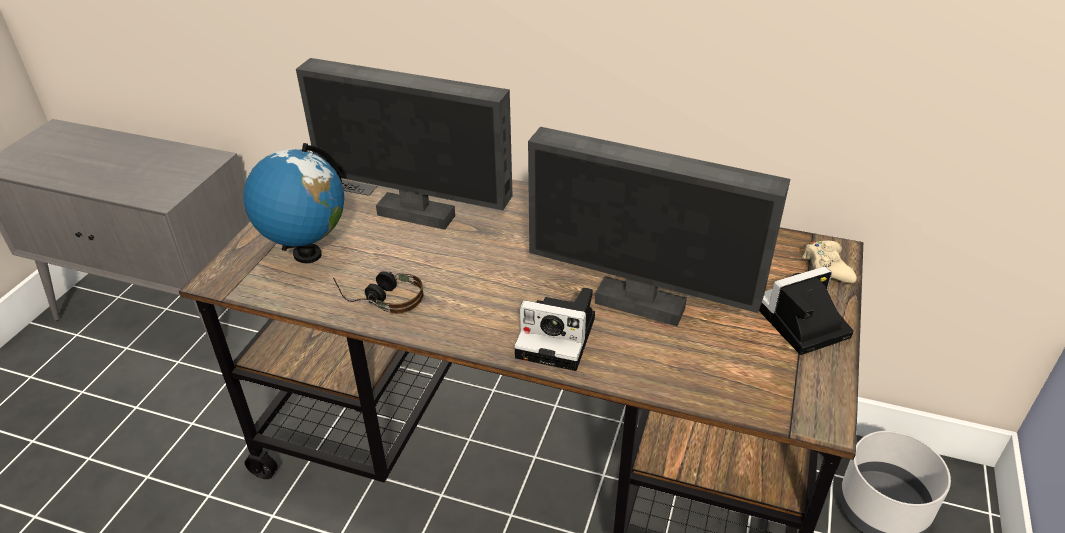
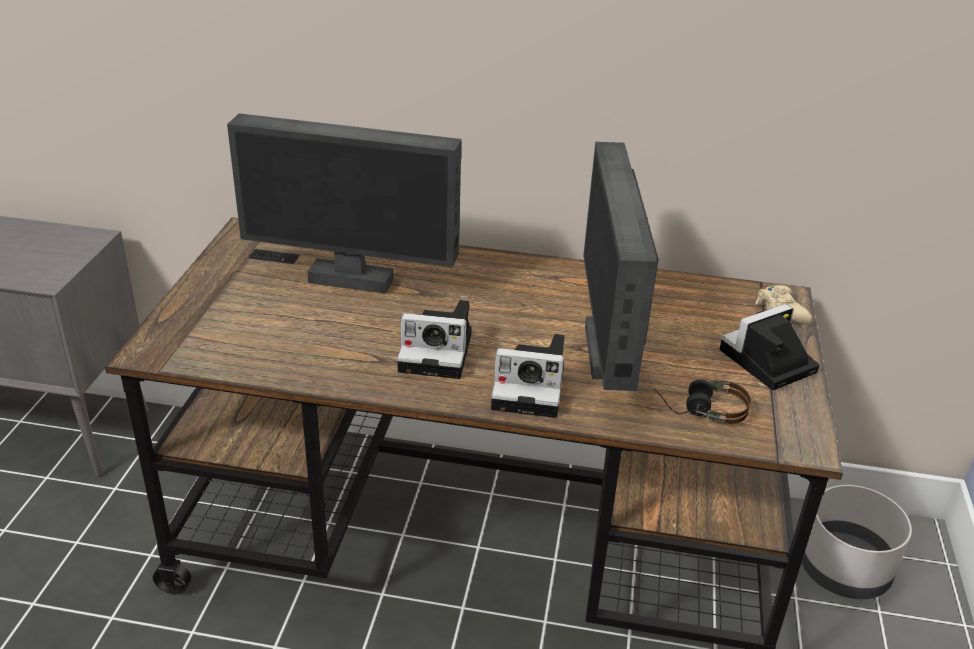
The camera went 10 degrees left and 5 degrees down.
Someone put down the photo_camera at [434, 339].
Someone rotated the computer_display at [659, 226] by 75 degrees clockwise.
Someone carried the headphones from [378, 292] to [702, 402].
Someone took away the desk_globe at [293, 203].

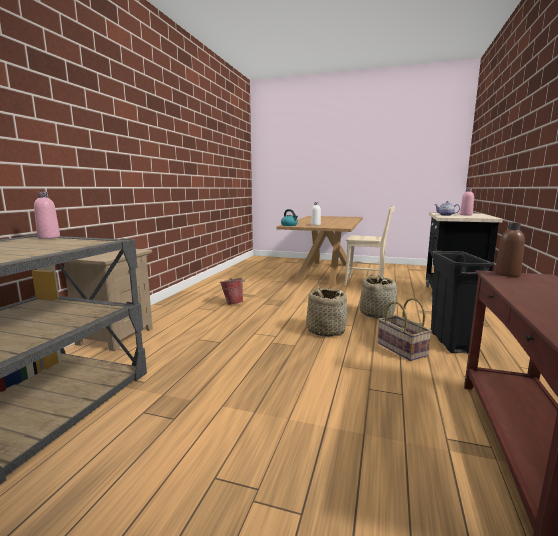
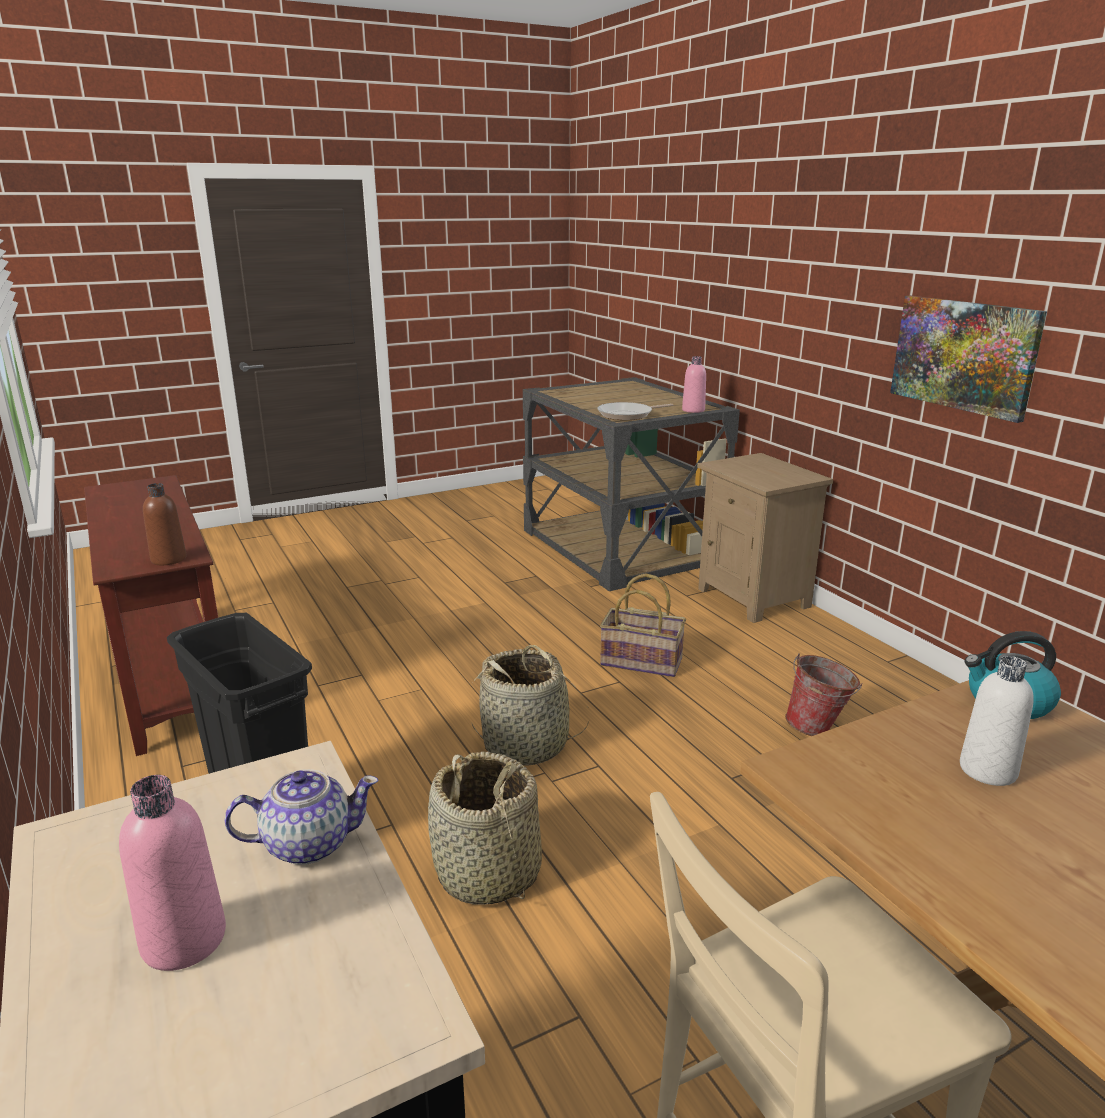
The camera went 135 degrees right and 10 degrees up.
Someone put down the pan at [635, 411].
Someone carried the storage_basket from [405, 329] to [643, 625].
Someone put up the picture at [968, 359].

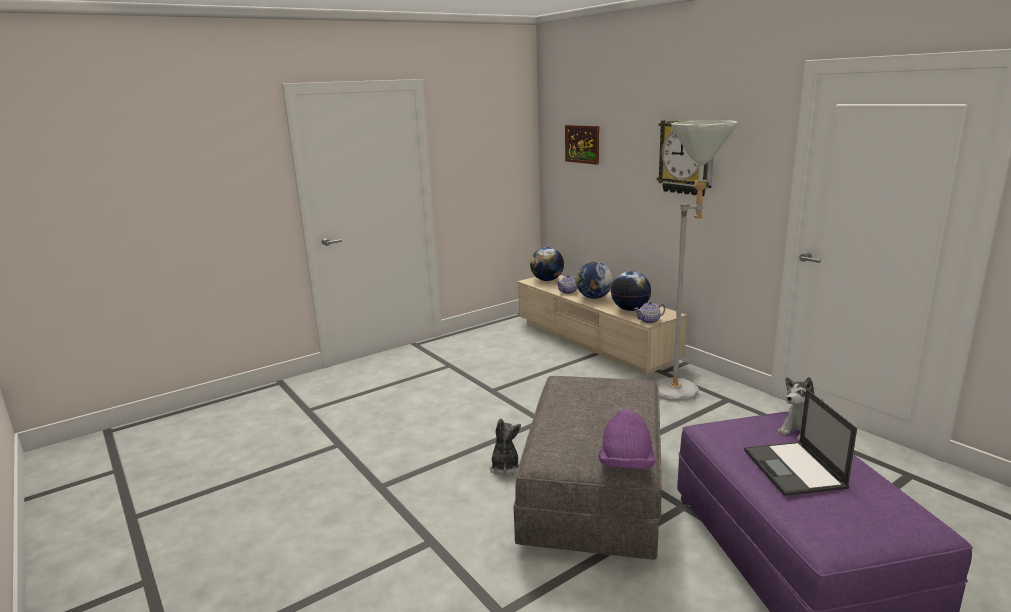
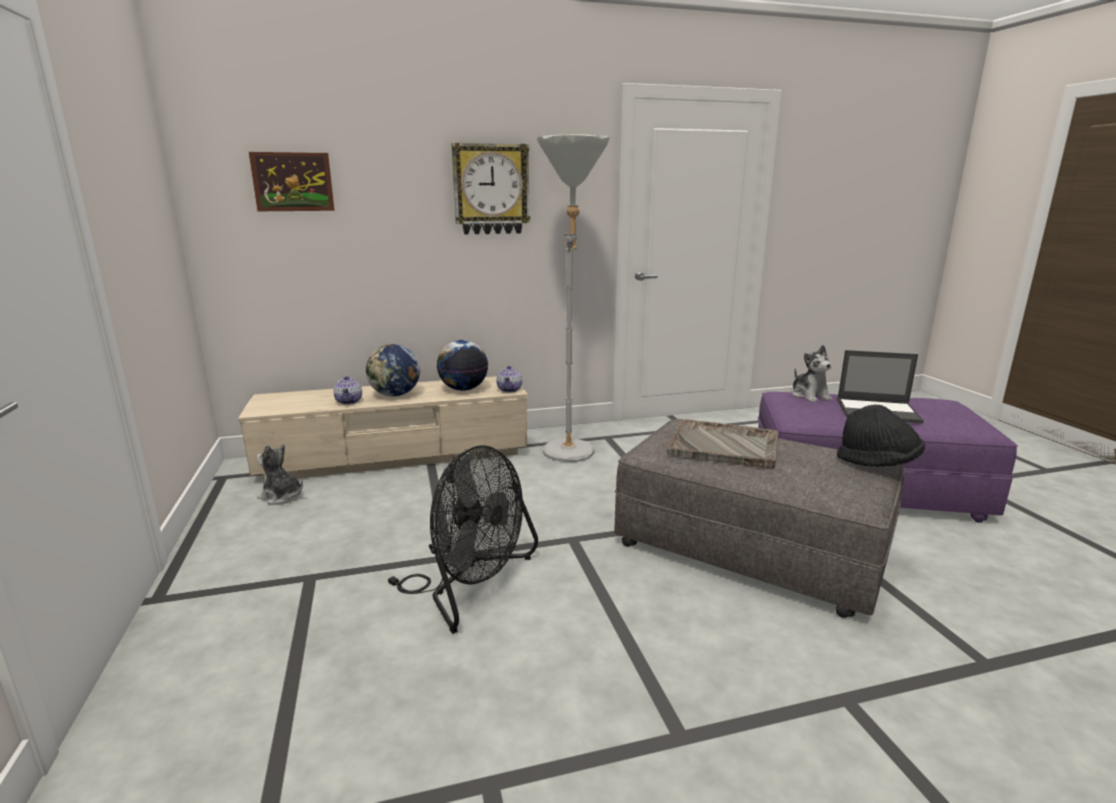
The camera went 70 degrees left and 0 degrees up.
Someone carried the soft_toy from [505, 446] to [279, 474].
Someone put down the black-coloured_cooling_fan at [463, 539].
Someone put down the gray_serving_tray at [723, 443].
Someone repainted the purplish_clothing_hat at [627, 439], which became the black-coloured_clothing_hat at [881, 435].
Someone took away the desk_globe at [547, 264].

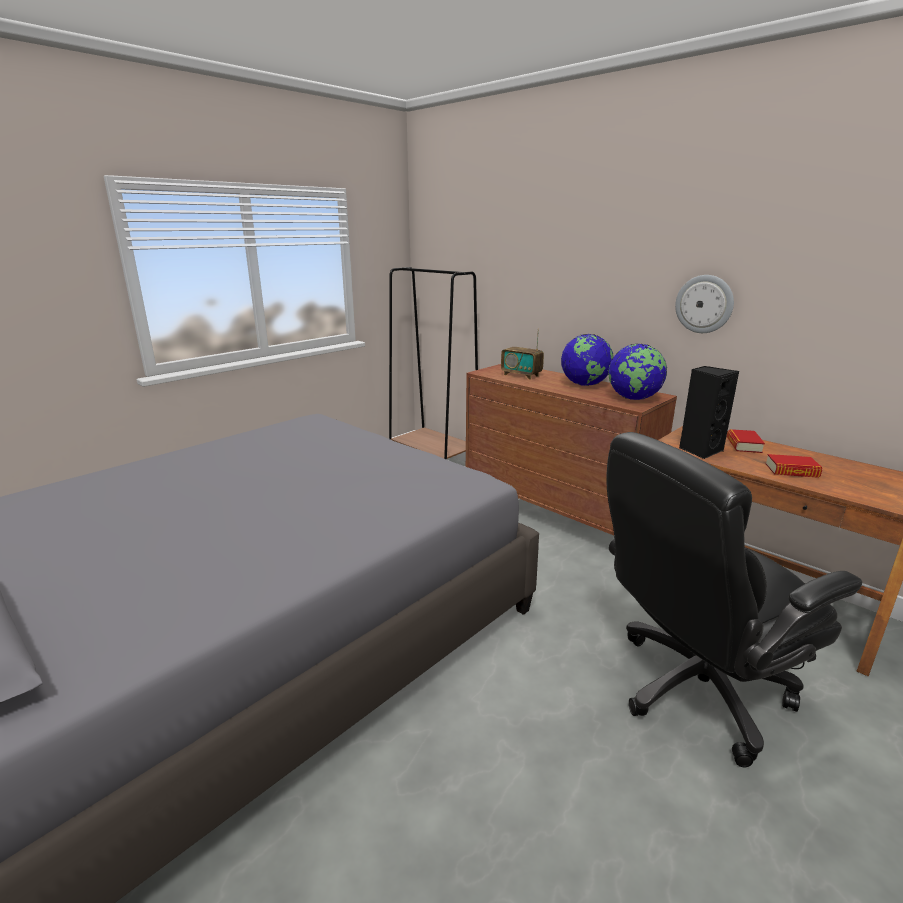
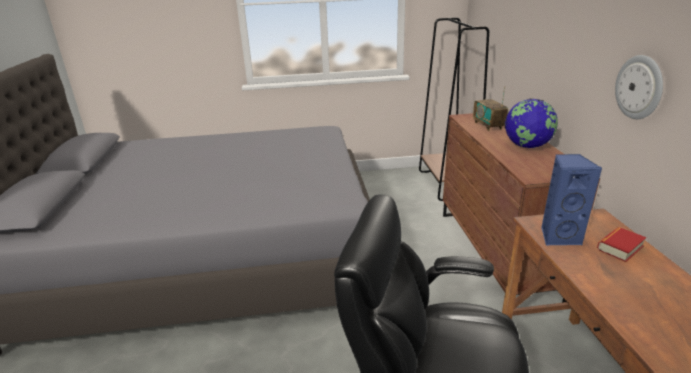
The camera went 40 degrees right and 5 degrees up.
Someone repainted the black-coloured_loudspeaker at [709, 412], which became the blue_loudspeaker at [571, 200].
Someone took away the desk_globe at [637, 372].
Someone took away the bound_book at [794, 466].

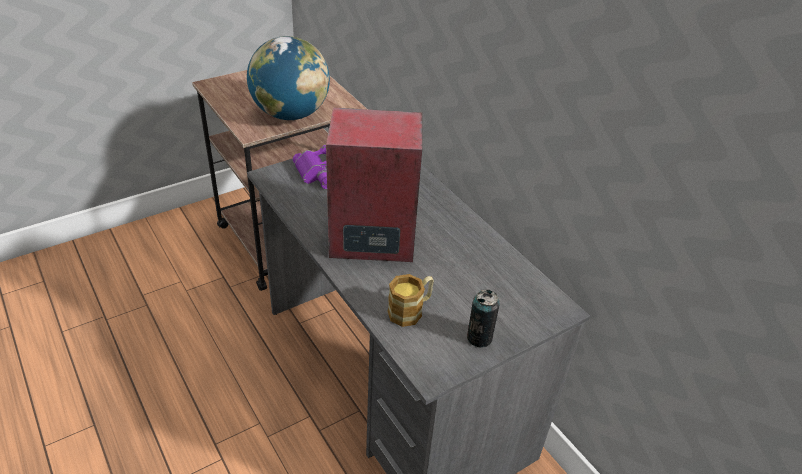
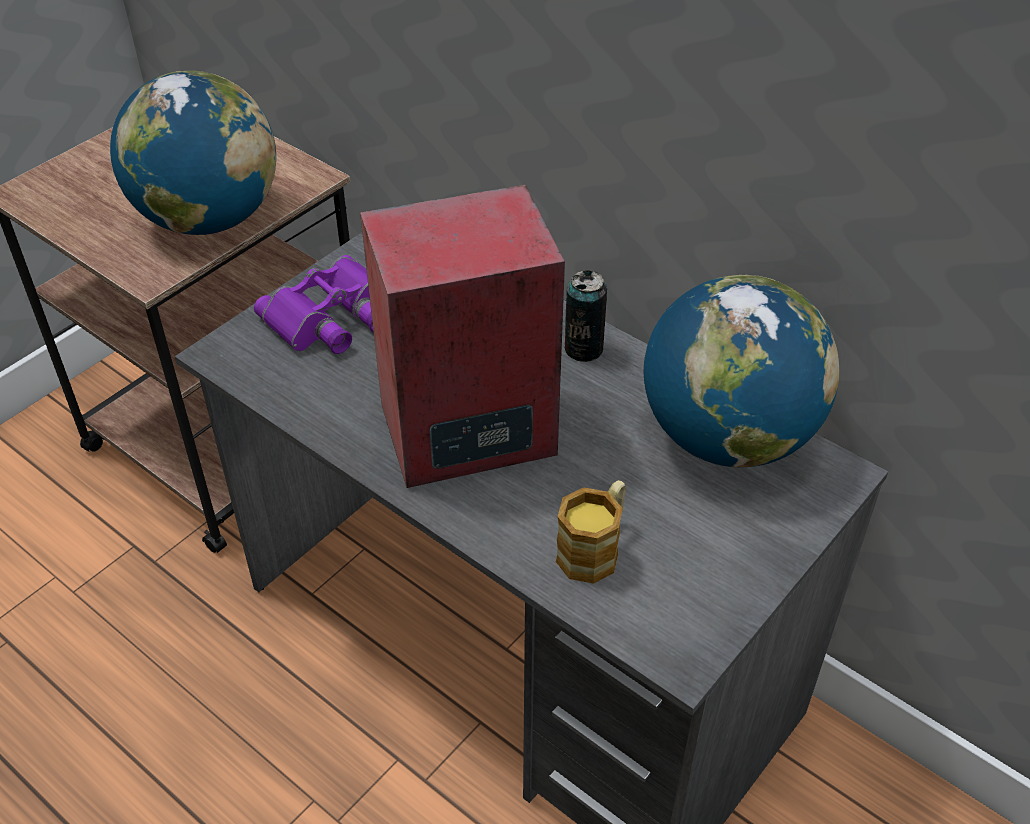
The camera went 15 degrees left and 5 degrees up.
Someone carried the can from [483, 319] to [586, 316].
Someone put down the desk_globe at [741, 371].

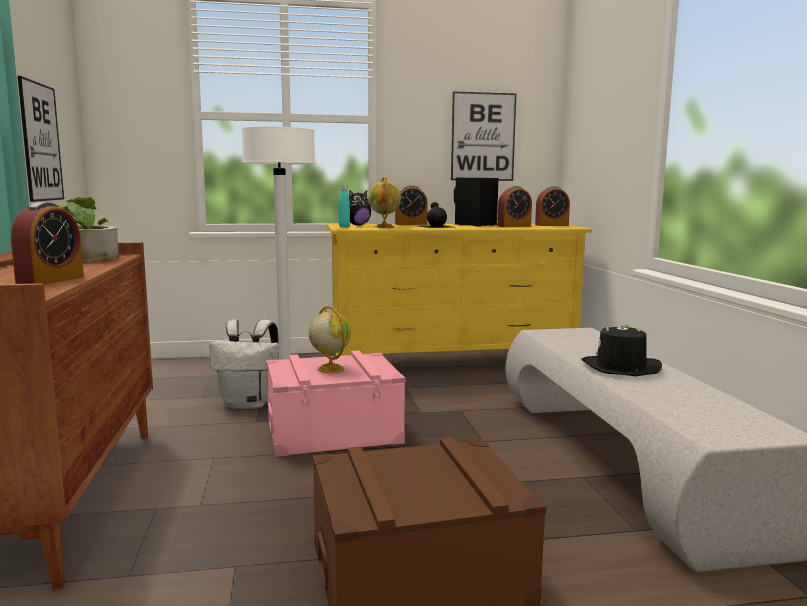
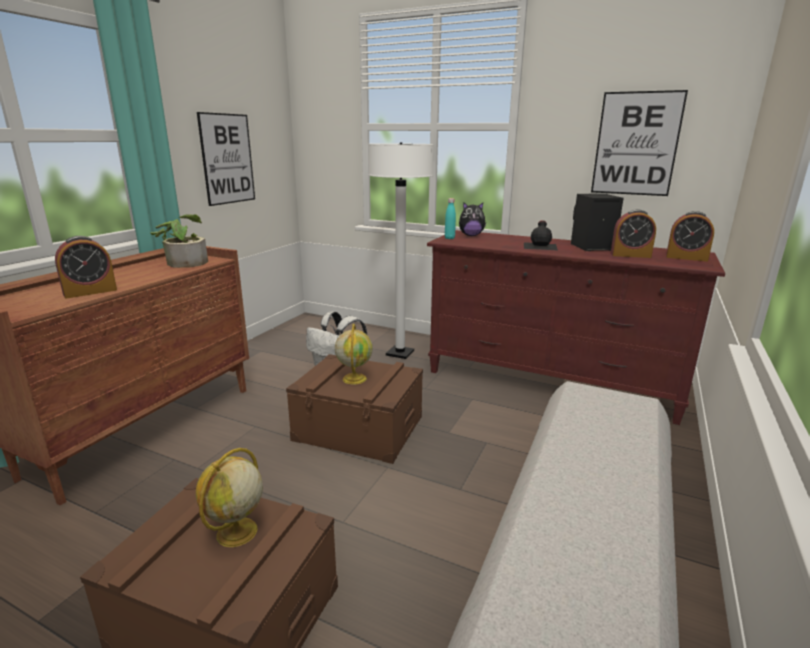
The camera went 35 degrees right and 10 degrees up.
Someone carried the desk_globe from [384, 202] to [229, 497].
Someone repainted the pink-coloured_storage_container at [335, 403], which became the brownish_storage_container at [354, 409].
Someone repainted the yellowish_dresser at [459, 289], which became the red_dresser at [576, 327].
Someone took away the table_clock at [411, 205].
Someone took away the black-coloured_clothing_hat at [621, 349].

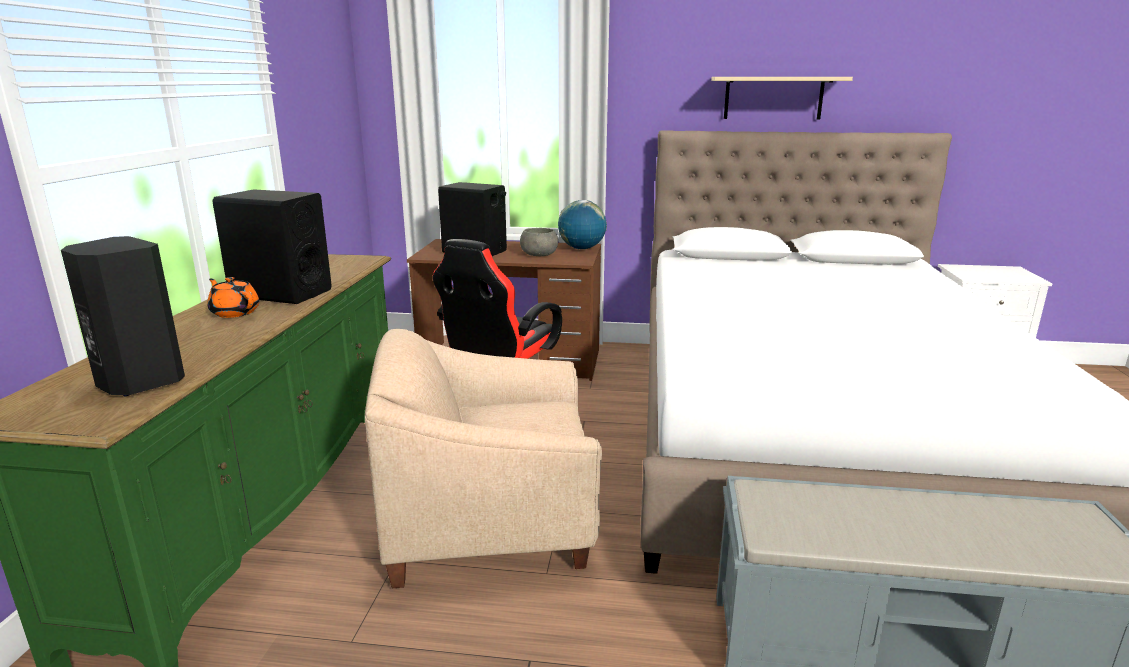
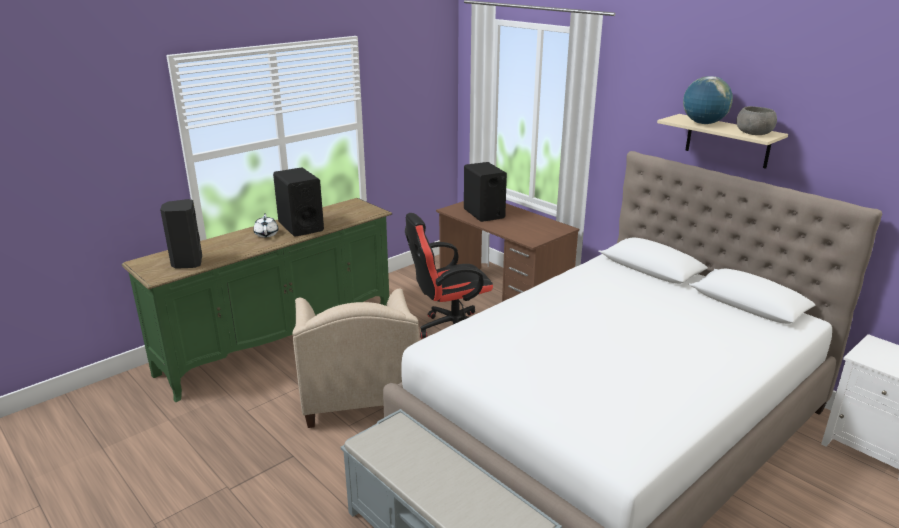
The camera went 40 degrees right and 5 degrees up.
Someone repainted the orange-coloured_teapot at [233, 297], which became the whitish_teapot at [266, 225].
Someone rotated the beige_lounge_chair at [483, 458] by 135 degrees counterclockwise.
Someone carried the desk_globe from [582, 224] to [708, 100].
Someone carried the gray_serving_bowl from [539, 242] to [756, 120].

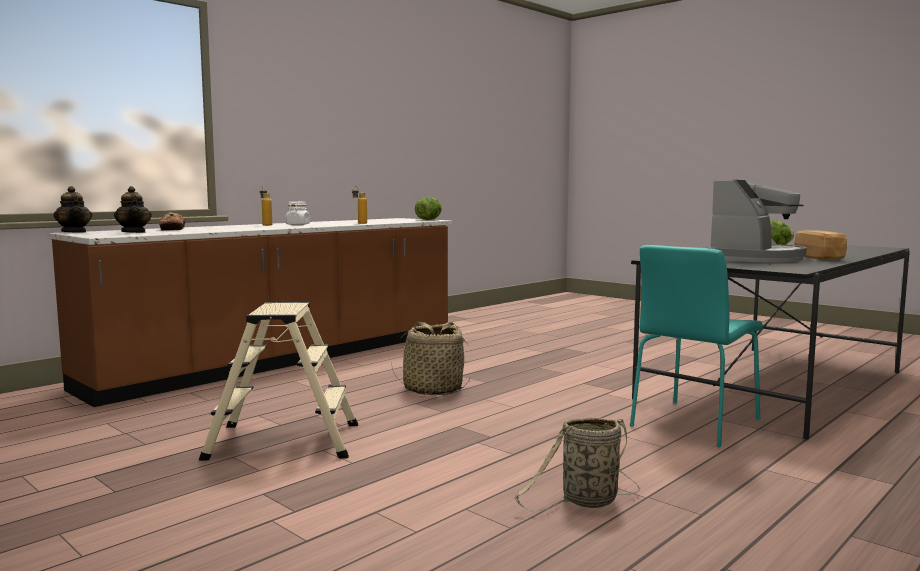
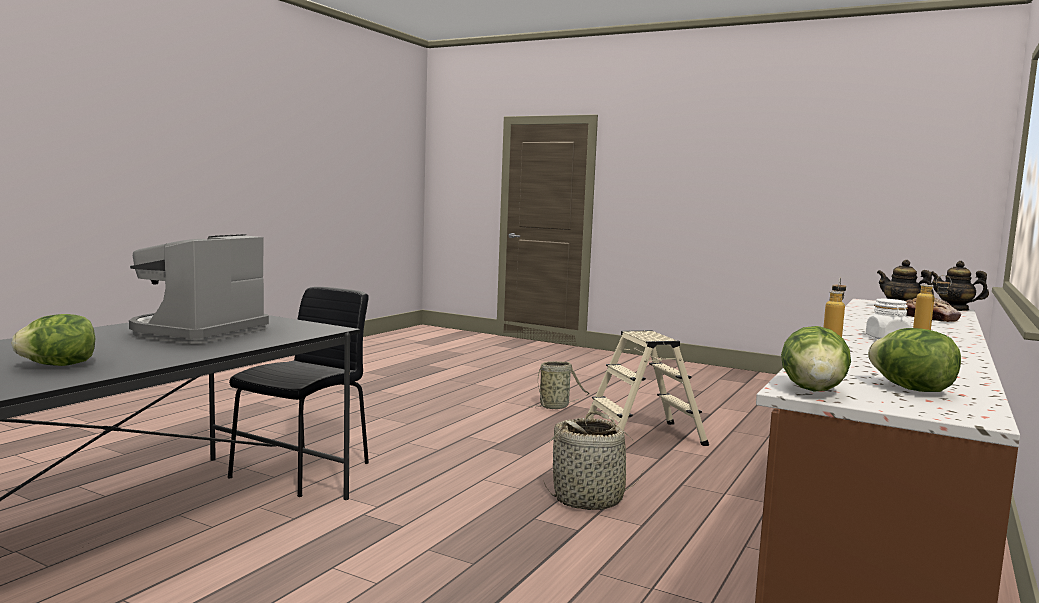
The camera went 165 degrees right and 0 degrees up.
Someone repainted the turquoise-coloured_plain_chair at [696, 346], which became the black-coloured_plain_chair at [298, 392].
Someone carried the storage_basket from [577, 464] to [559, 385].
Someone put down the lettuce_head at [914, 360].
Someone took away the bread at [820, 245].

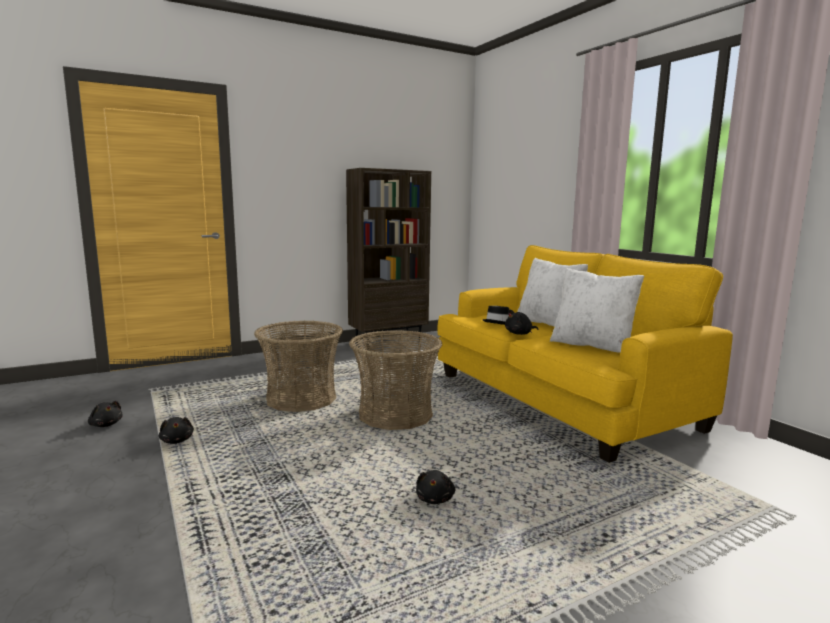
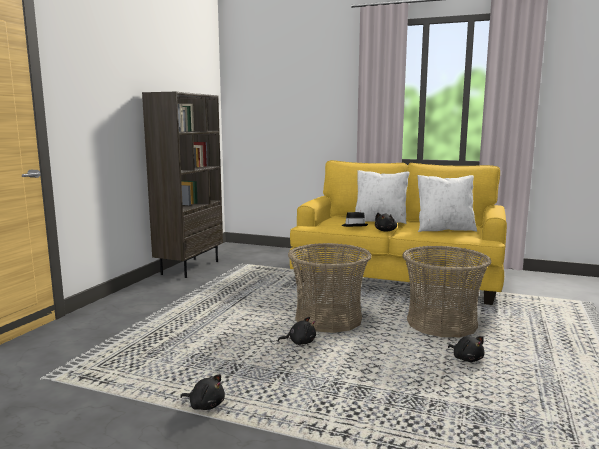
The camera went 40 degrees left and 0 degrees up.
Someone carried the black-coloured_soft_toy from [105, 414] to [297, 331].
Someone carried the storage_basket from [298, 366] to [446, 291].

